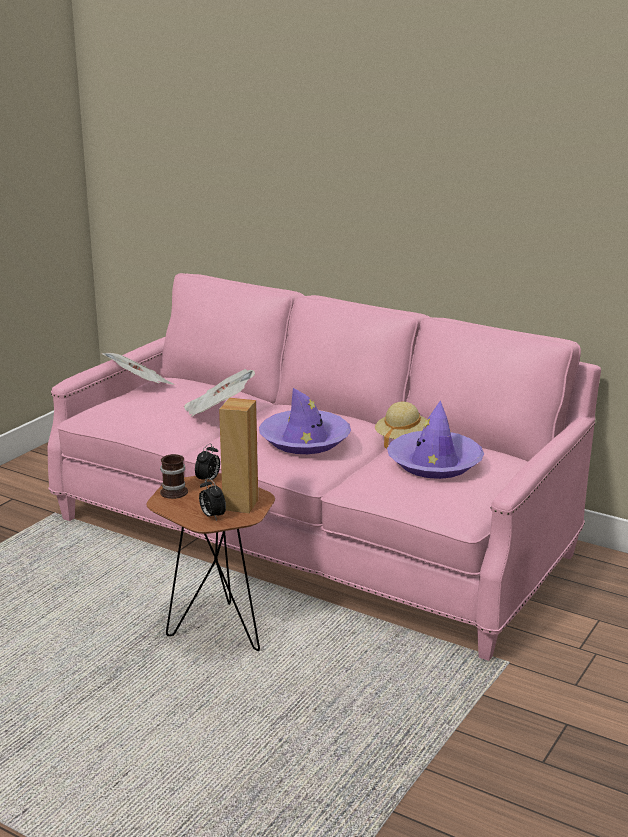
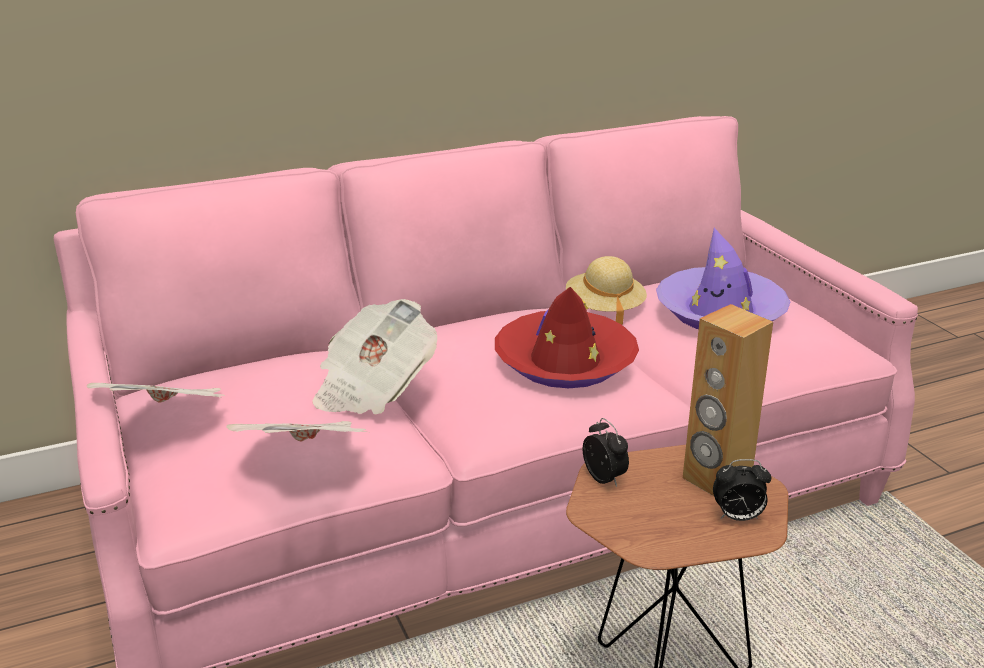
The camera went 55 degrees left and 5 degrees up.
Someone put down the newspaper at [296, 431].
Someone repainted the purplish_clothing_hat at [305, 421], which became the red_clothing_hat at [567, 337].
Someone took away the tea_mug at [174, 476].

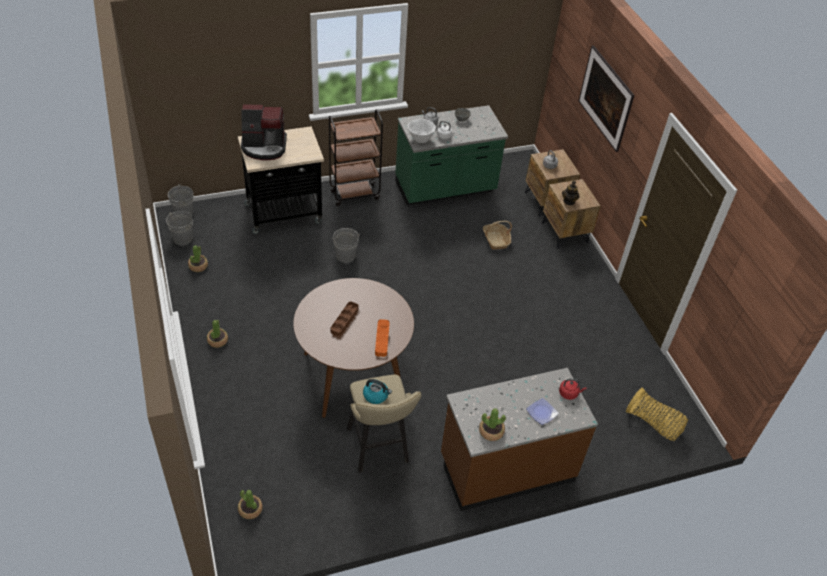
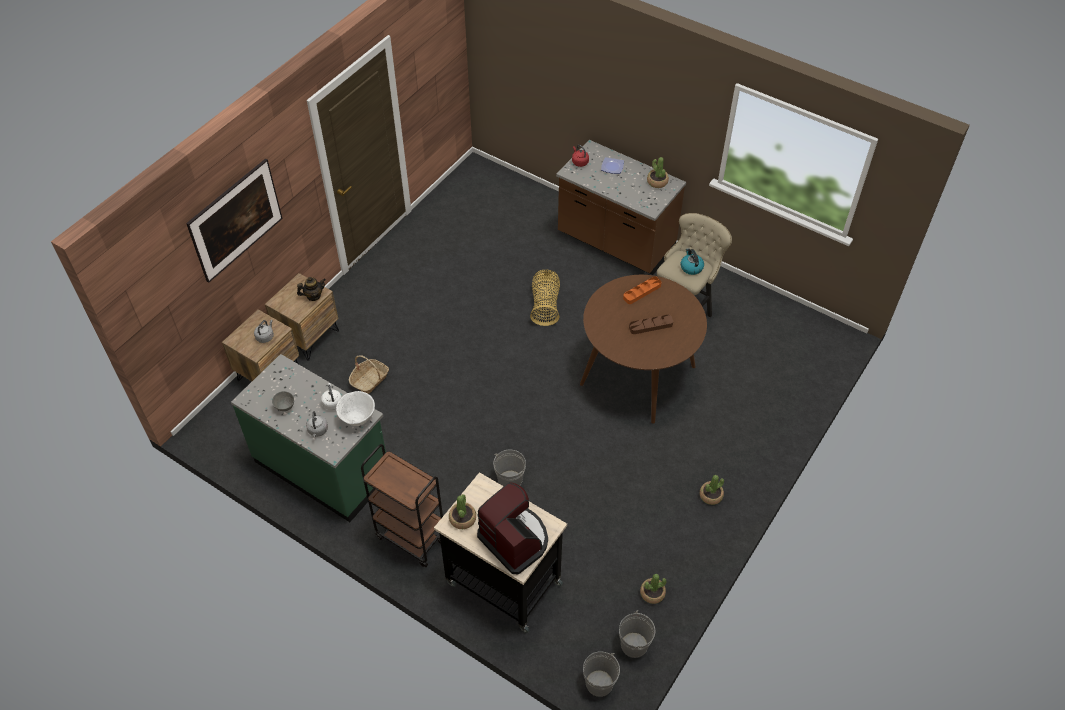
The camera went 125 degrees left and 5 degrees up.
Someone carried the potted_plant from [250, 504] to [462, 511].
Someone carried the storage_basket from [657, 414] to [545, 297].

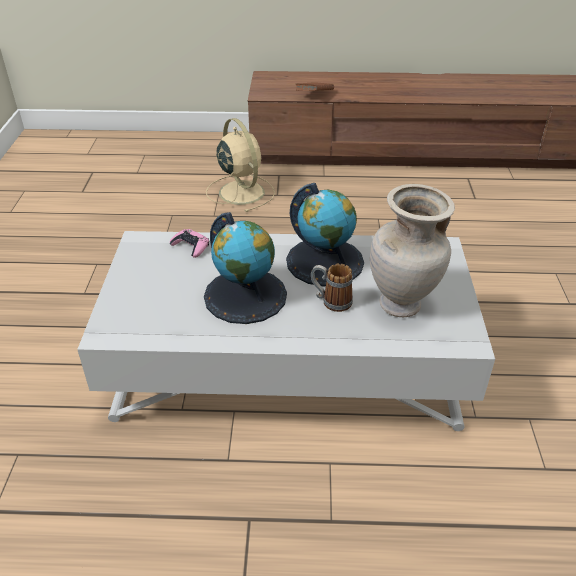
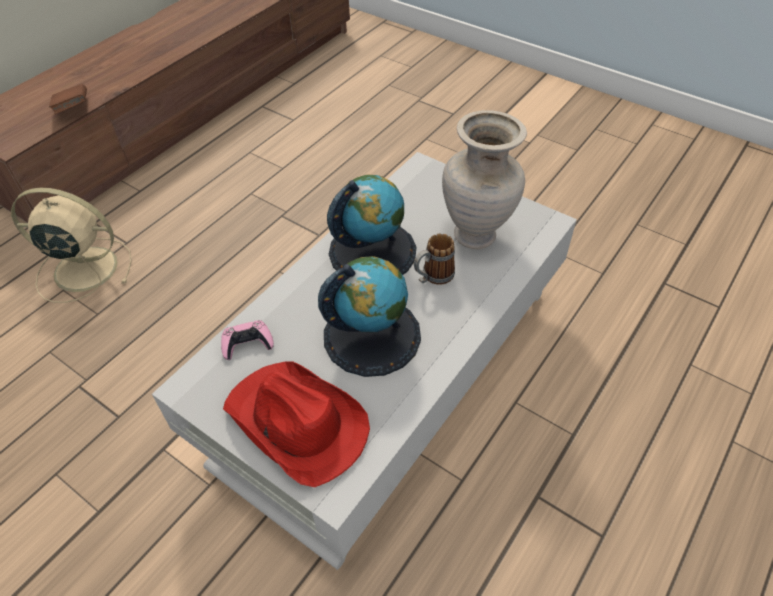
The camera went 55 degrees left and 10 degrees up.
Someone put down the red_clothing_hat at [296, 424].

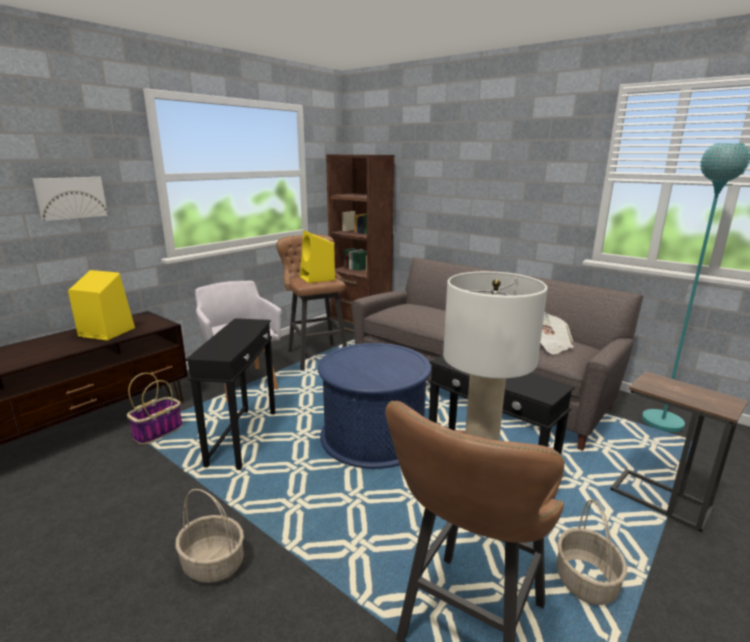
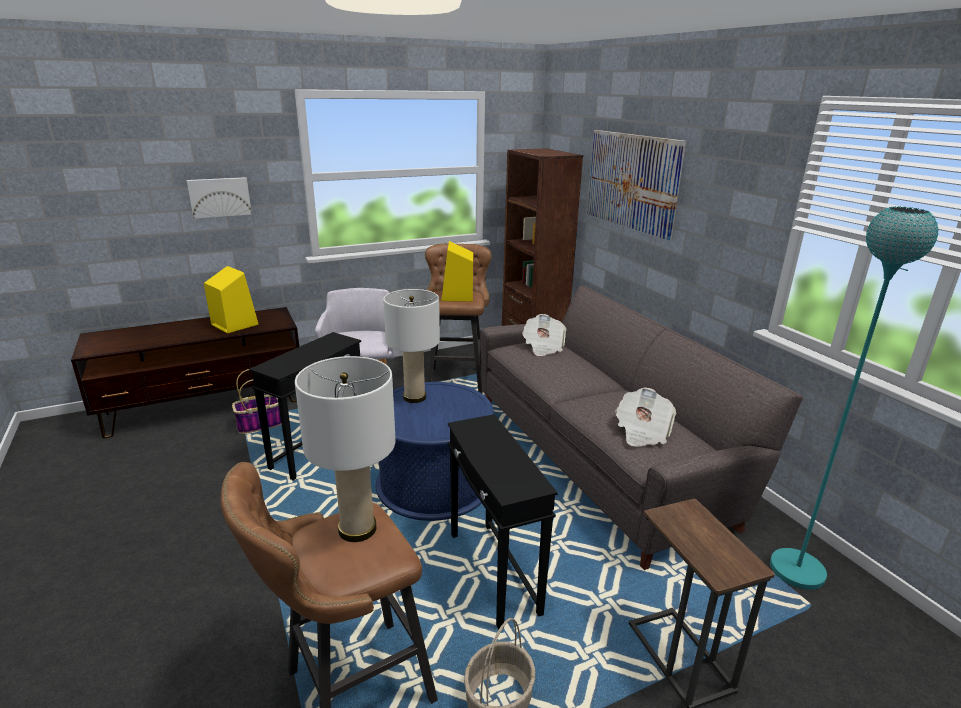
The camera went 25 degrees right and 5 degrees up.
Someone put down the whitish_tabletop_lamp at [411, 346].
Someone put down the newspaper at [544, 335].
Someone put up the picture at [636, 185].
Someone took away the storage_basket at [209, 536].

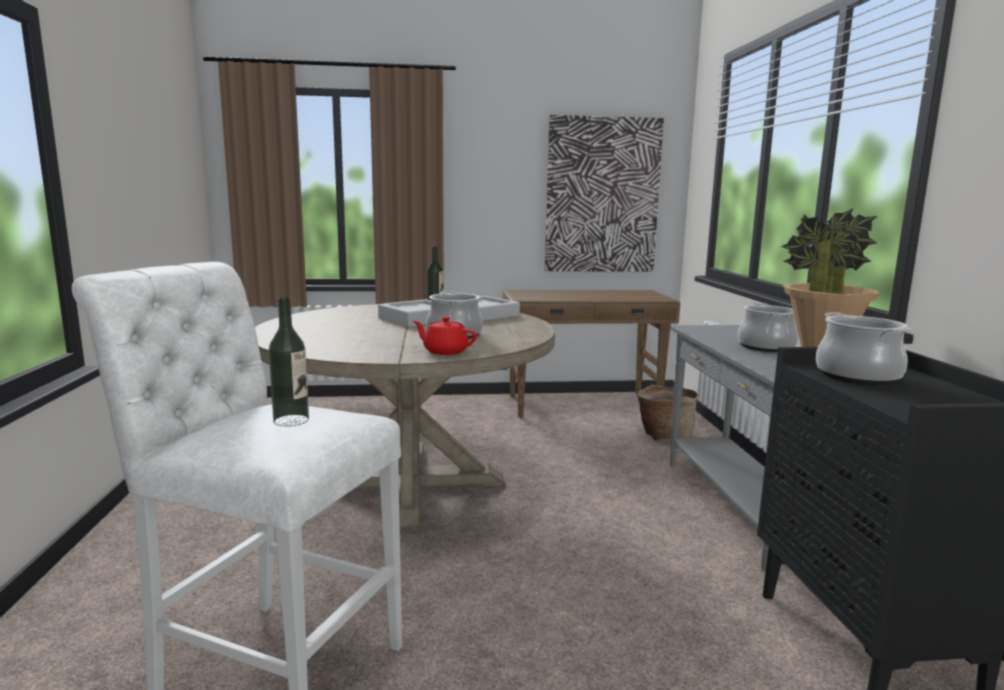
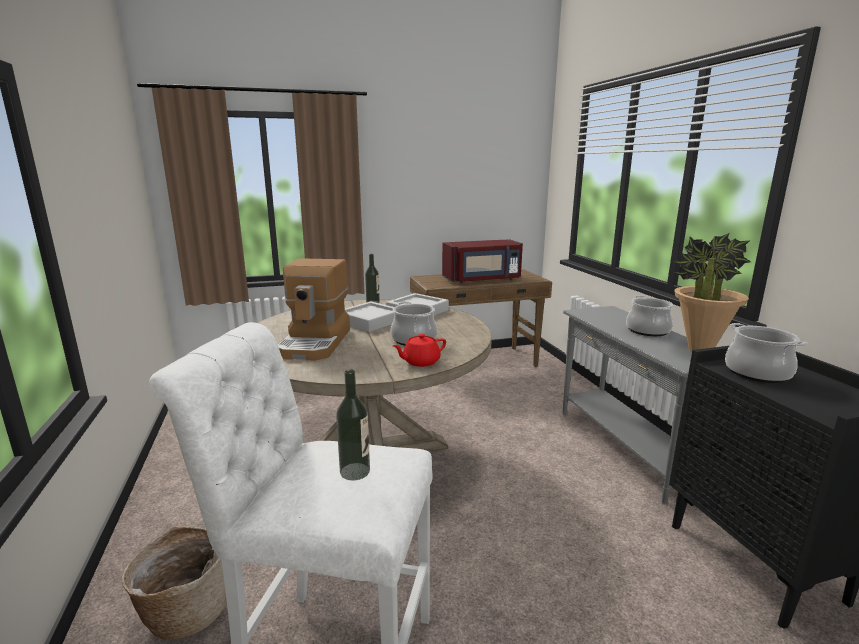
The camera went 10 degrees left and 5 degrees up.
Someone carried the storage_basket from [667, 413] to [174, 583].
Someone put down the coffee_brewer at [314, 309].
Someone rotated the red_teapot at [445, 336] by 45 degrees counterclockwise.
Someone put down the red_kitchen_microwave at [482, 261].
Someone took away the picture at [604, 193].

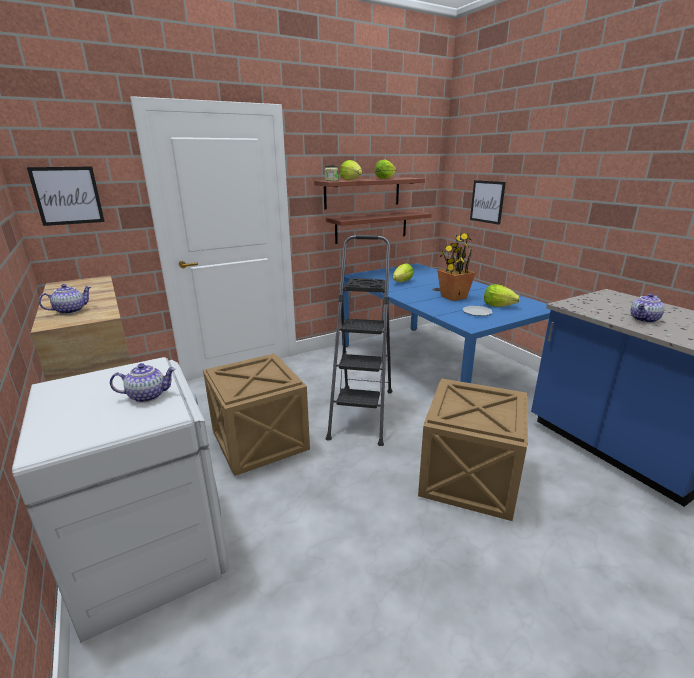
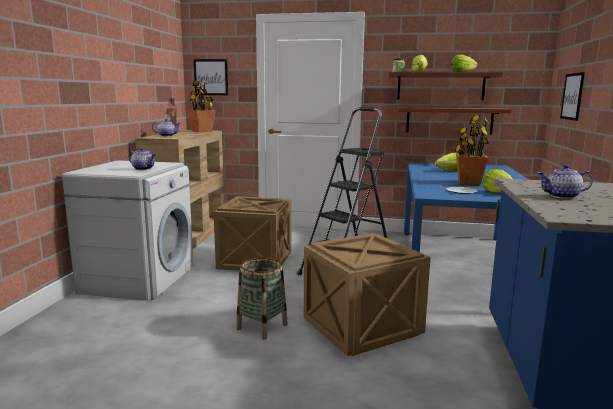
The camera went 40 degrees right and 10 degrees down.
Someone put down the potted_plant at [201, 106].
Someone put down the storage_basket at [262, 299].

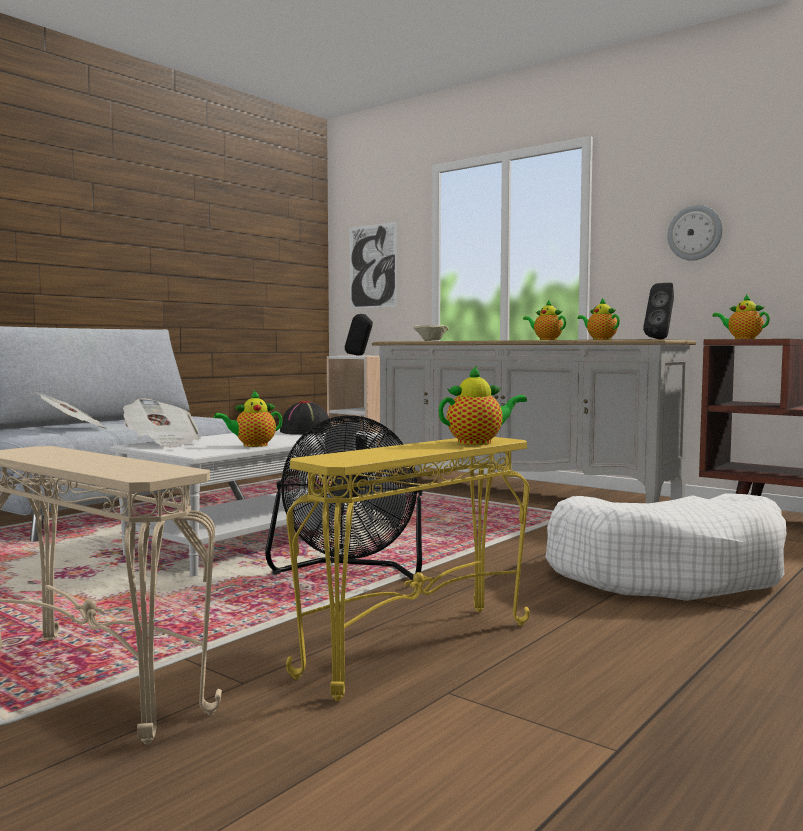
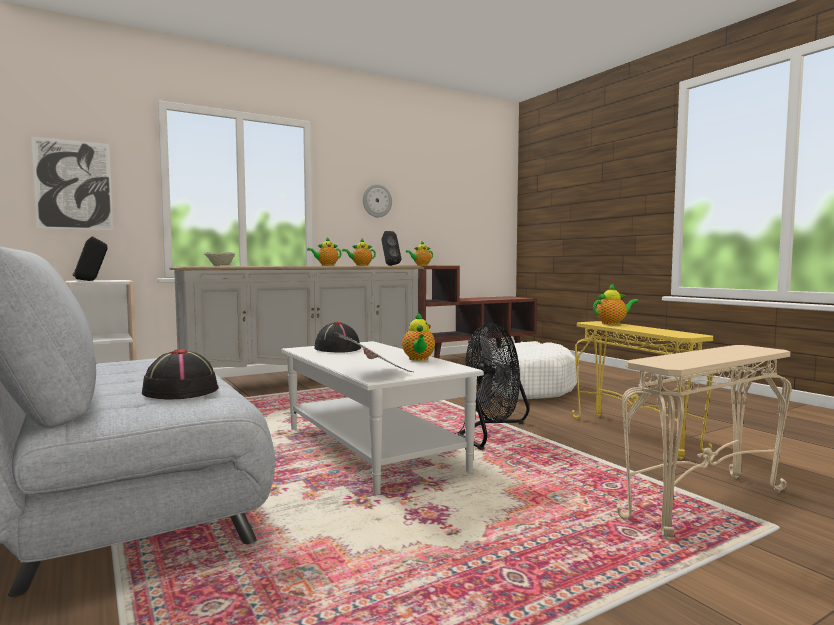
The camera went 70 degrees left and 0 degrees up.
Someone swapped the newspaper at [71, 410] for the black-coloured_clothing_hat at [180, 374].
Someone rotated the teapot at [482, 405] by 75 degrees clockwise.

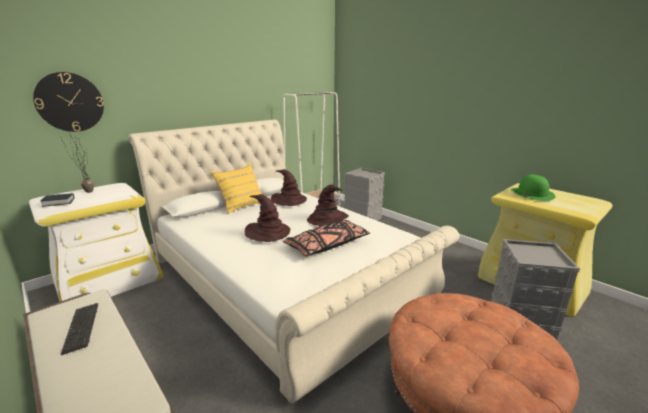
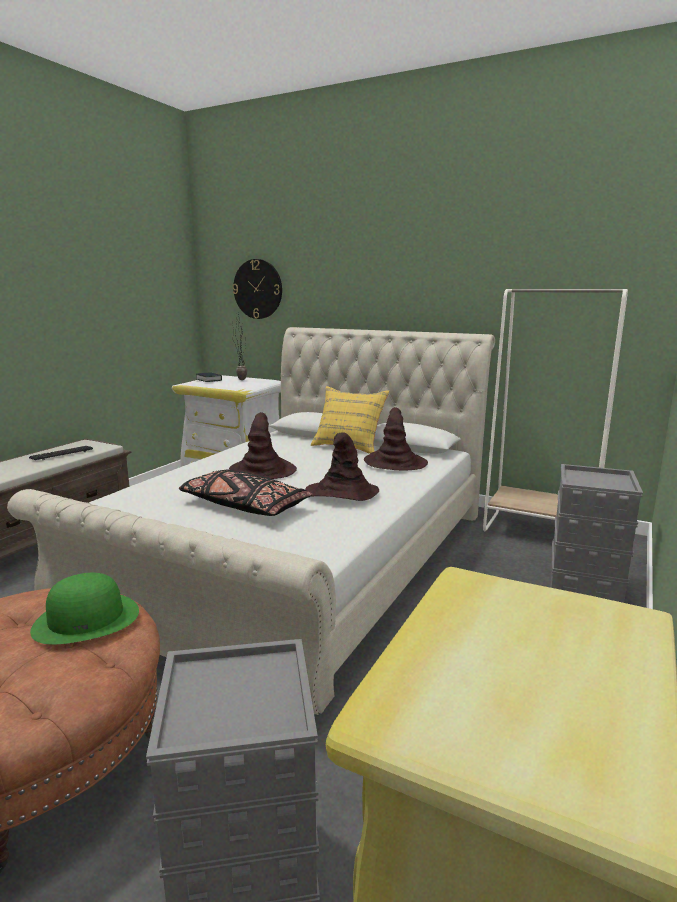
The camera went 70 degrees right and 5 degrees down.
Someone carried the green_clothing_hat from [533, 187] to [84, 608].

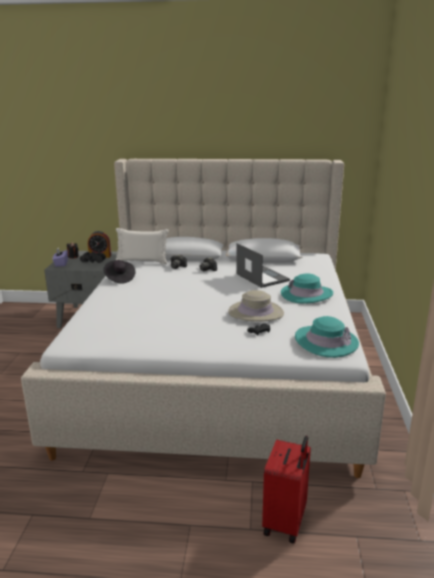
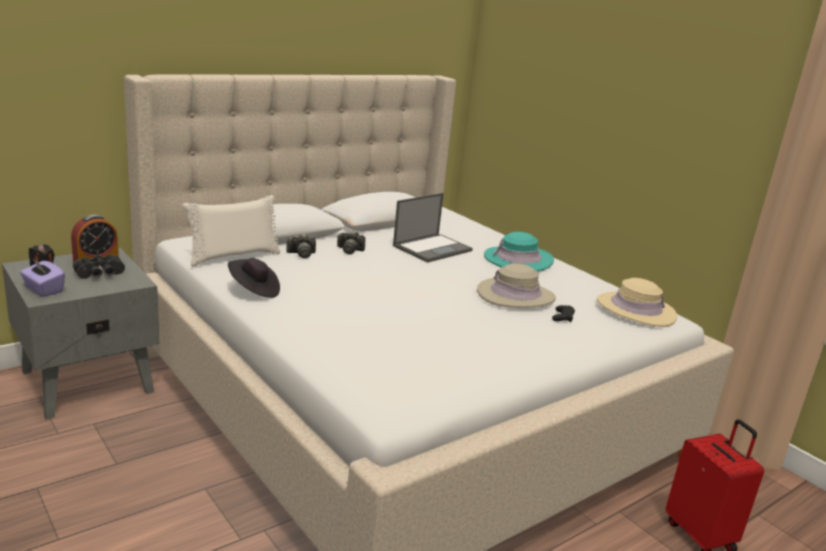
The camera went 45 degrees left and 0 degrees up.
Someone rotated the laptop at [263, 265] by 120 degrees clockwise.
Someone repainted the turquoise-coloured_clothing_hat at [327, 337], which became the beige_clothing_hat at [637, 302].

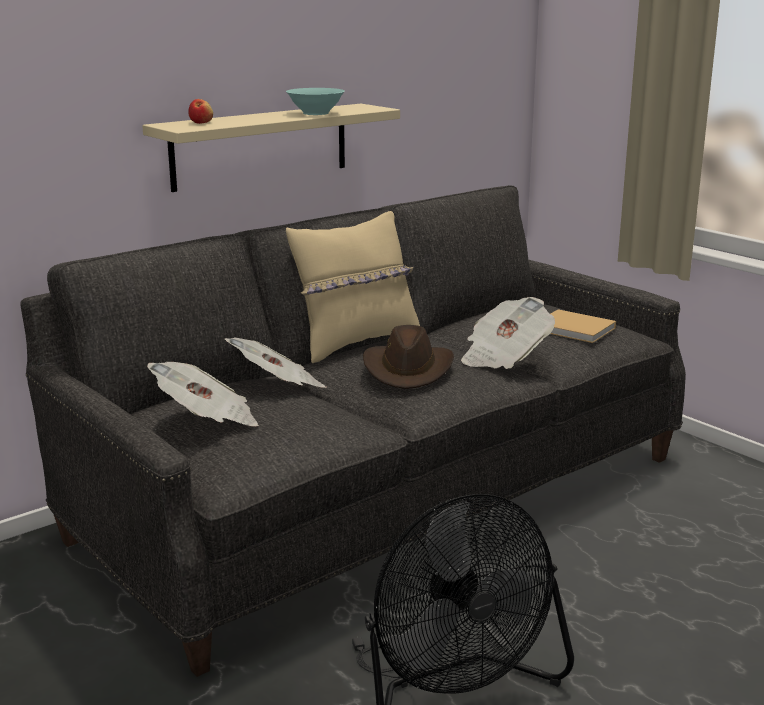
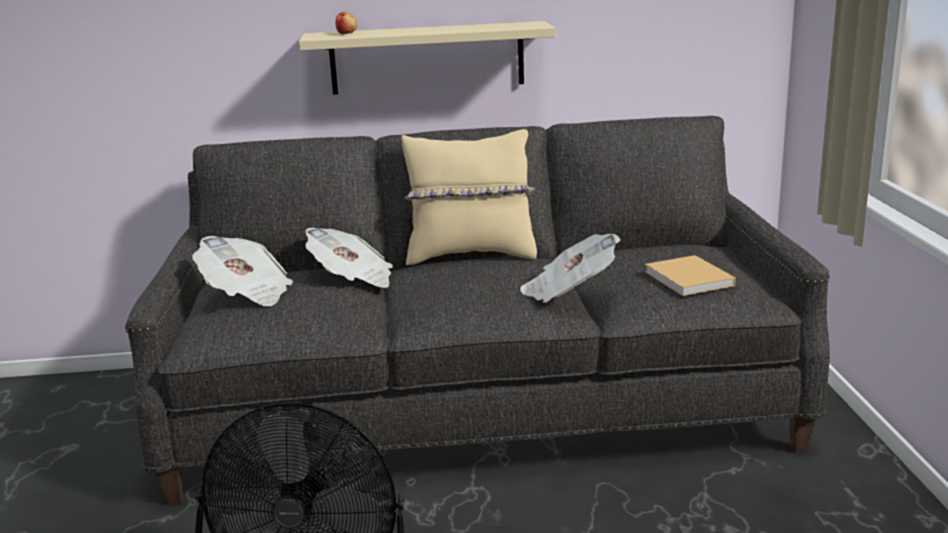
The camera went 35 degrees right and 0 degrees up.
Someone took away the turquoise-coloured_serving_bowl at [315, 101].
Someone took away the brownish_clothing_hat at [408, 357].

